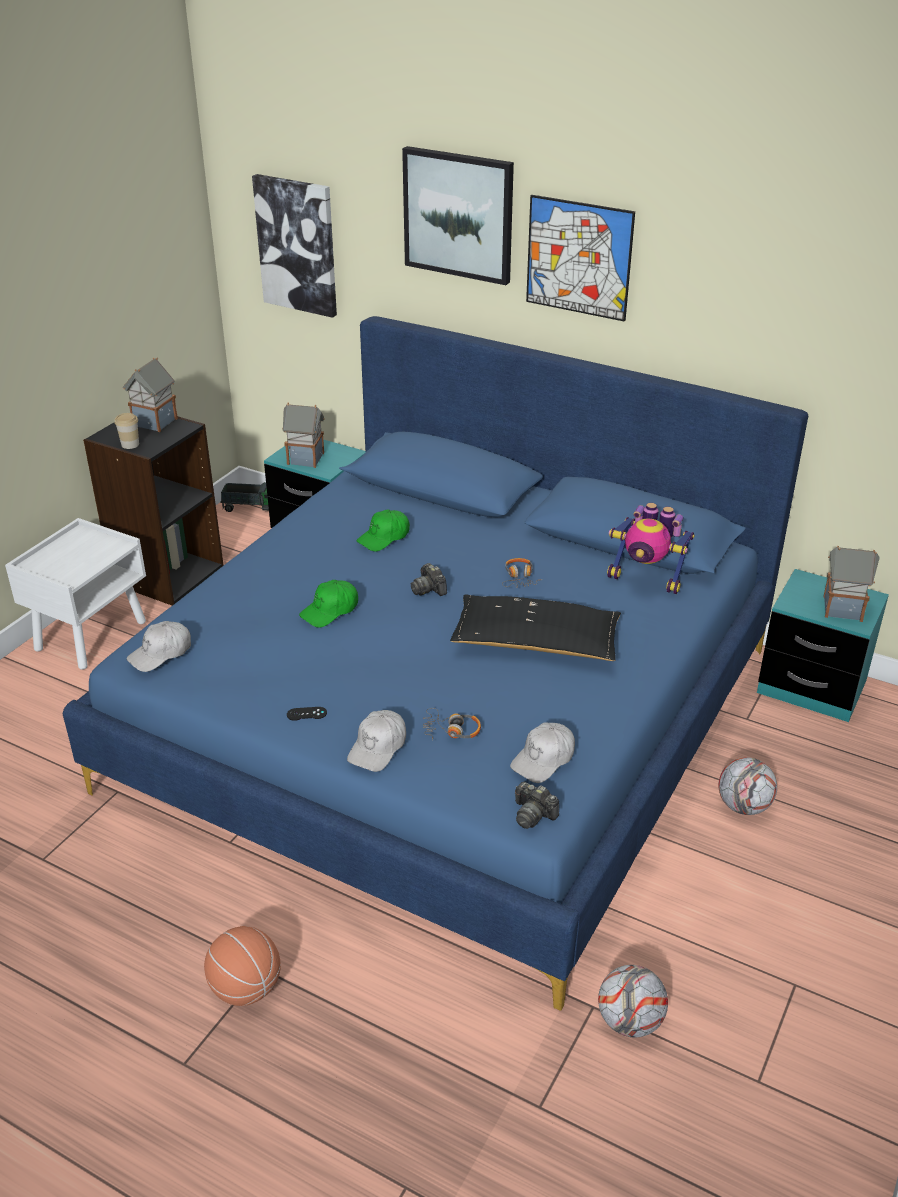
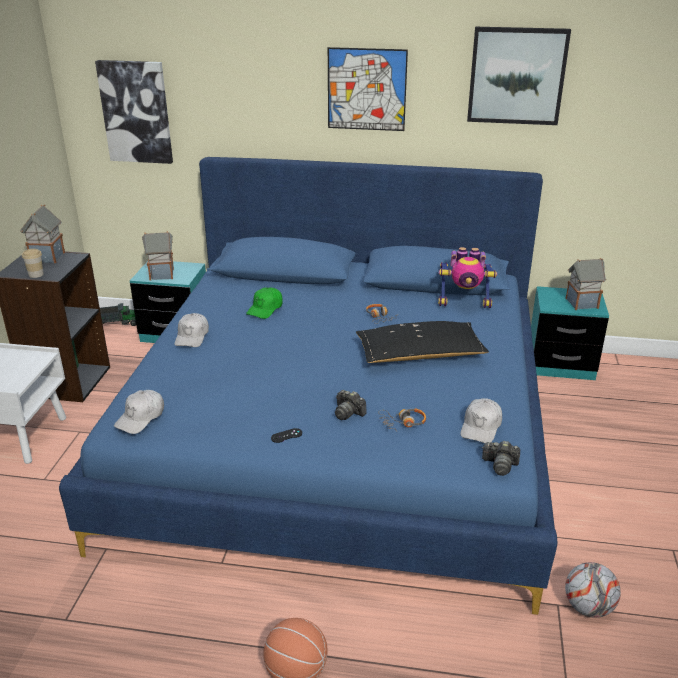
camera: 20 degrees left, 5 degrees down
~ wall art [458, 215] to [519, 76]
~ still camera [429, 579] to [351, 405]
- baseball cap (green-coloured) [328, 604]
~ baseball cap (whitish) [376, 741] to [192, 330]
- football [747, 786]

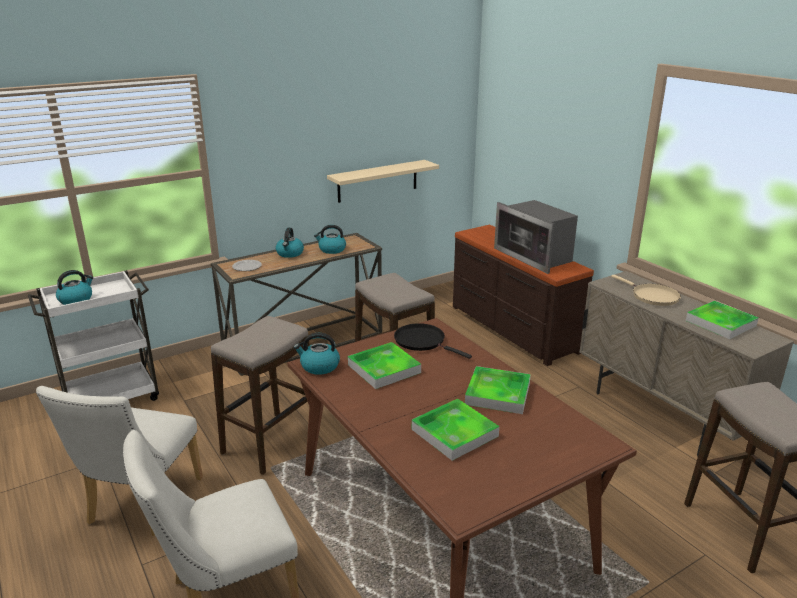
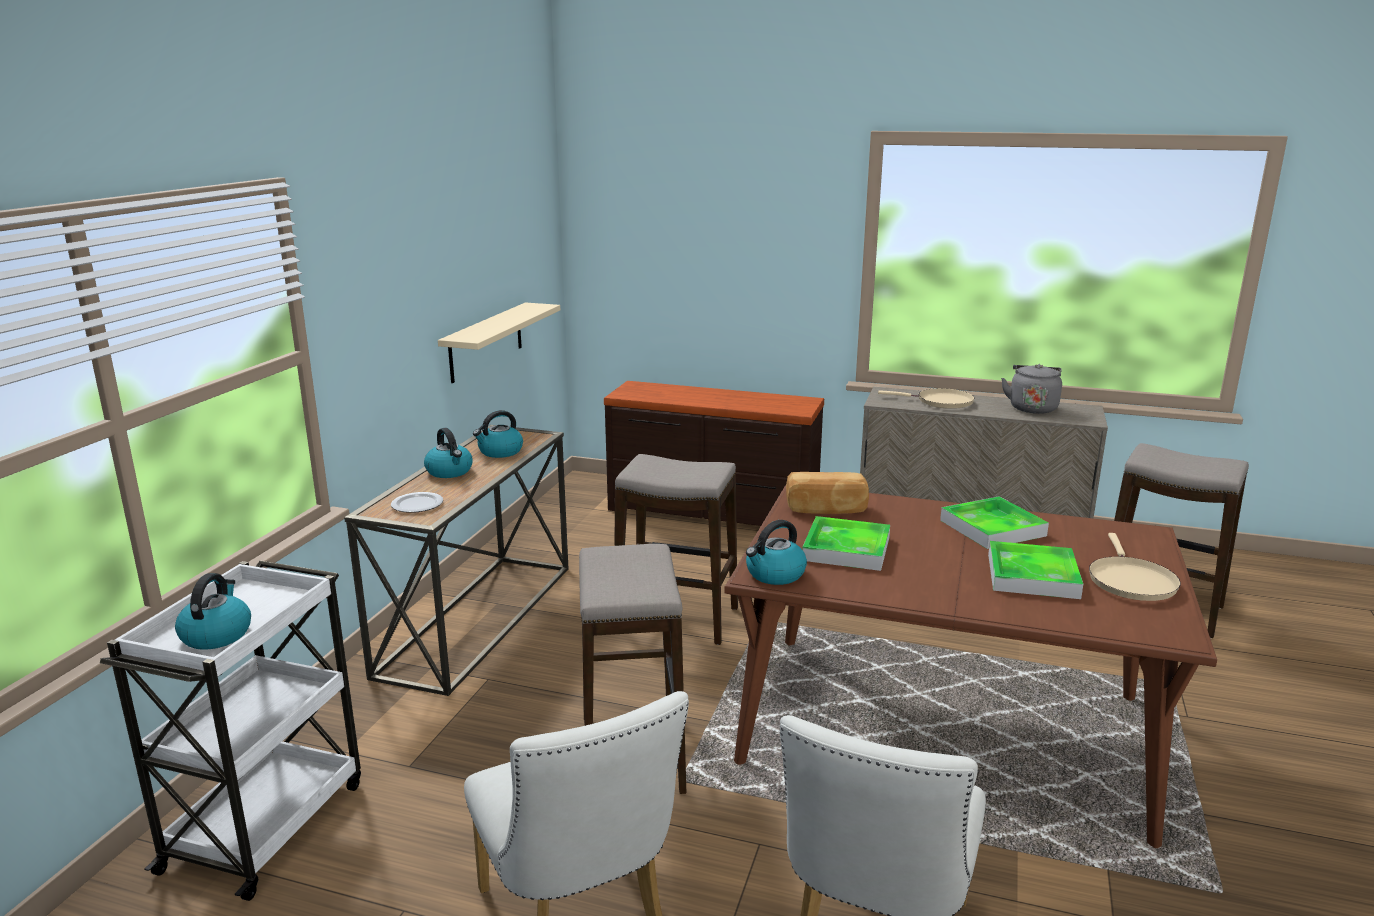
camera: 40 degrees left, 5 degrees down
- kitchen microwave [536, 237]
~ serving tray [722, 320] to water kettle (grey) [1031, 389]
~ skillet (black) [433, 341] to bread [827, 493]
+ skillet (sand-coloured) [1135, 567]

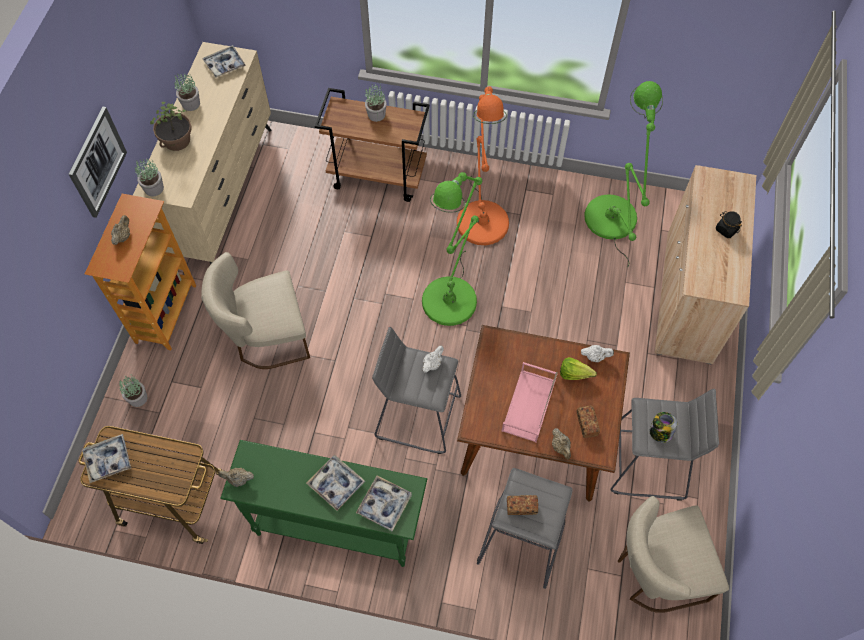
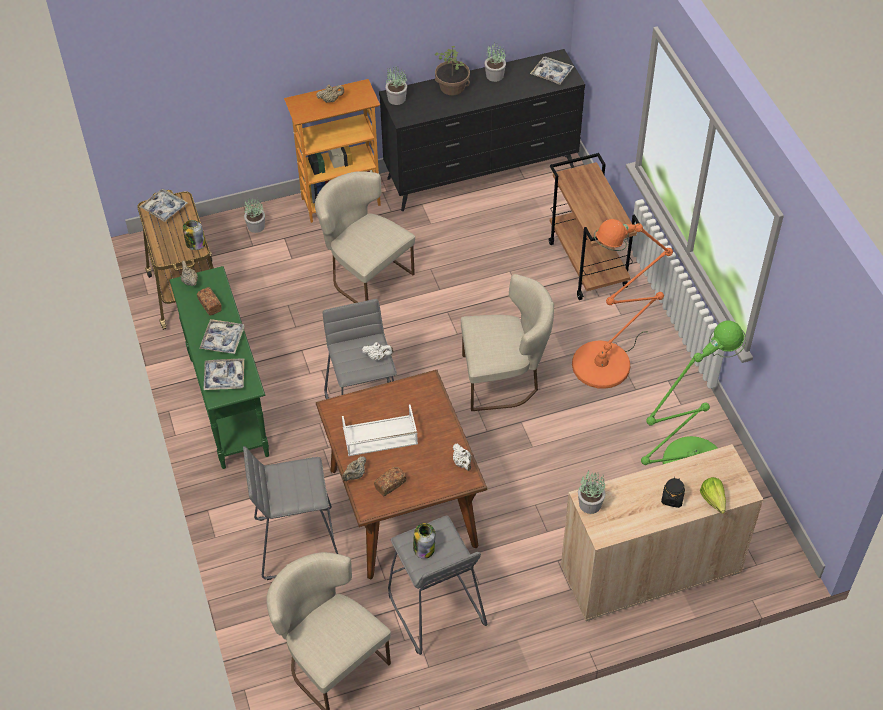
camera: 60 degrees right, 10 degrees down
~ chest of drawers (sand-coloured) [202, 153] to chest of drawers (black) [482, 130]
~ potted plant [376, 102] to [591, 492]
- wall art [98, 162]
~ floor lamp (green-coloured) [452, 249] to plain chair (sand-coloured) [507, 342]
~ lettuce head [578, 368] to [713, 495]
~ serving tray (pink) [530, 402] to serving tray (whitish) [380, 430]
~ bread [522, 505] to [209, 301]
+ jar [194, 235]

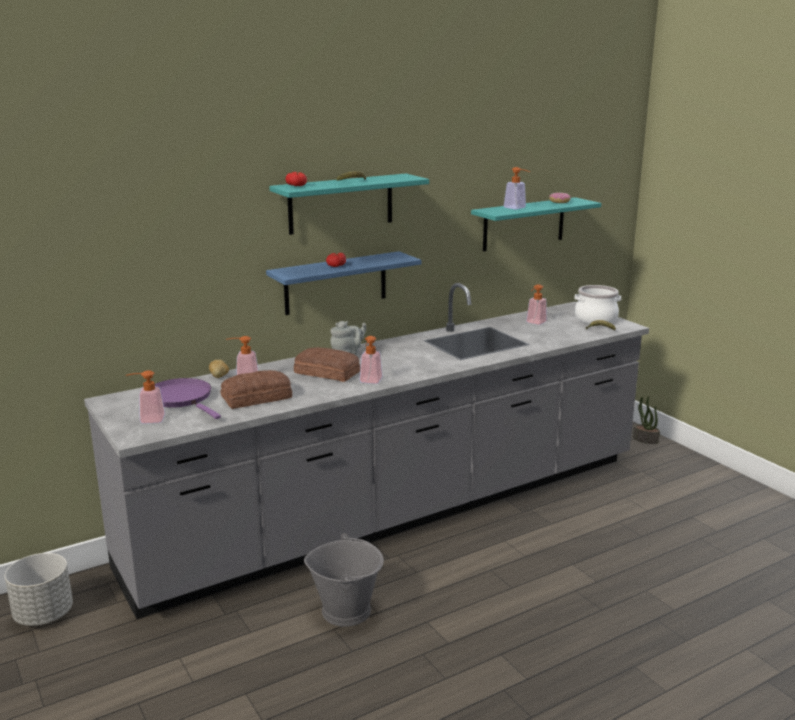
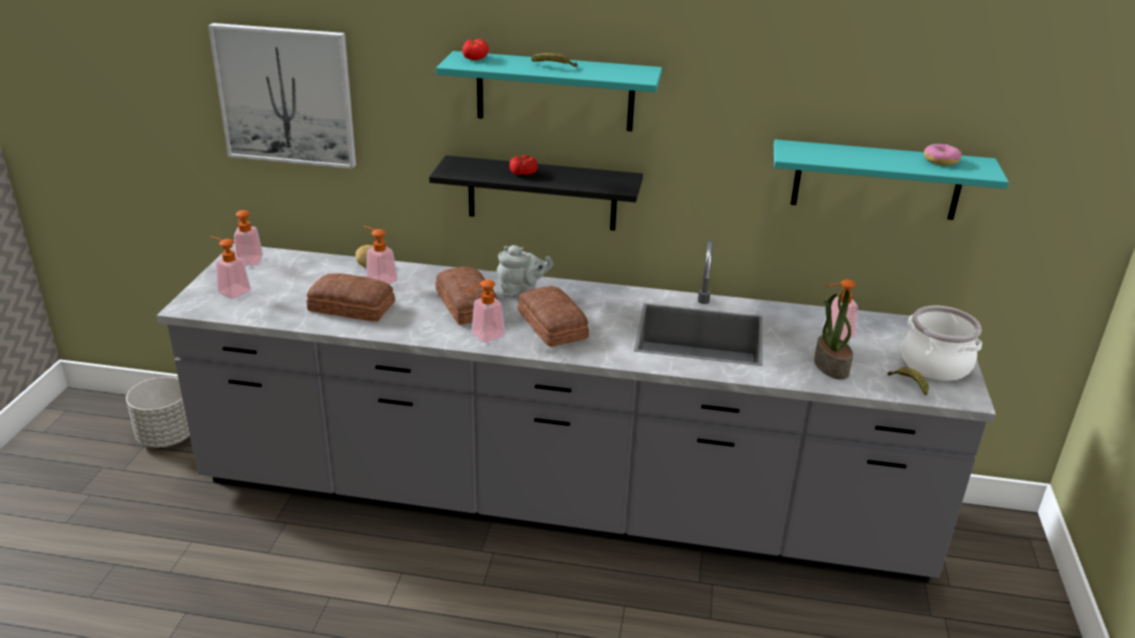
camera: 40 degrees right, 10 degrees up
~ liquid soap bottle [517, 188] to [248, 238]
~ wall shelf (blue-coloured) [344, 283] to wall shelf (black) [536, 193]
- skillet (purple) [188, 398]
~ potted plant [646, 420] to [833, 334]
- bucket (grey) [344, 580]
+ wall art [282, 96]
+ bread [553, 316]

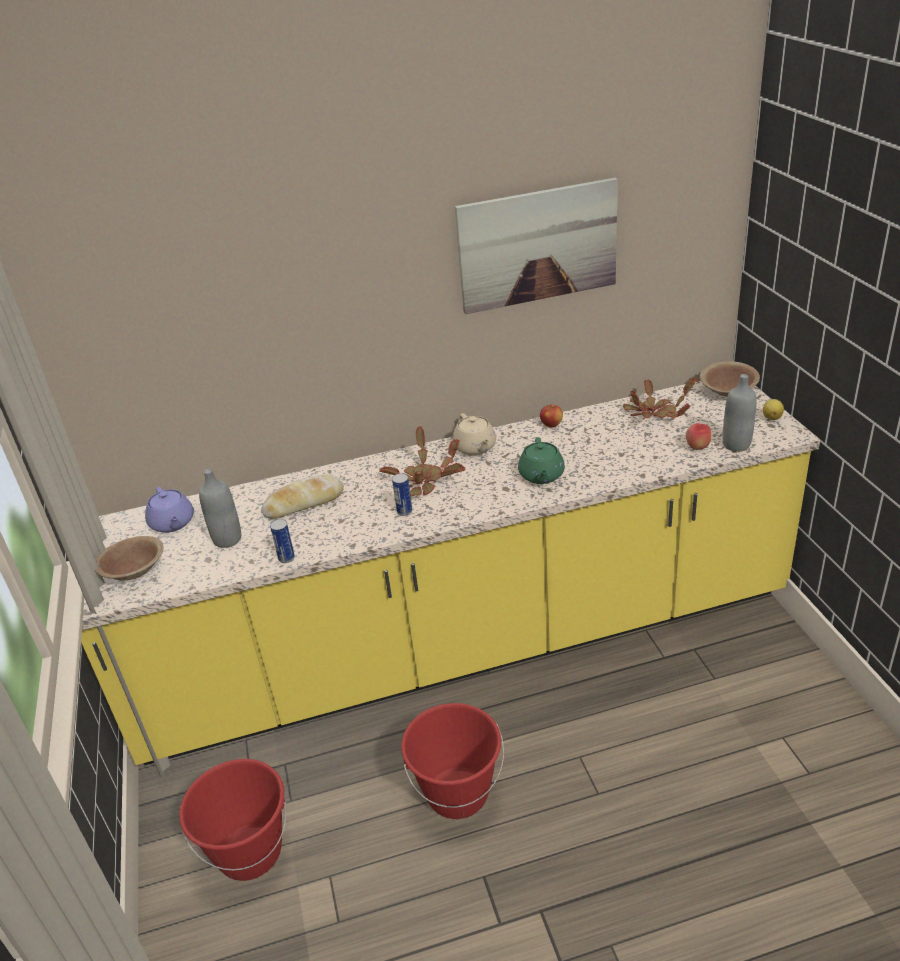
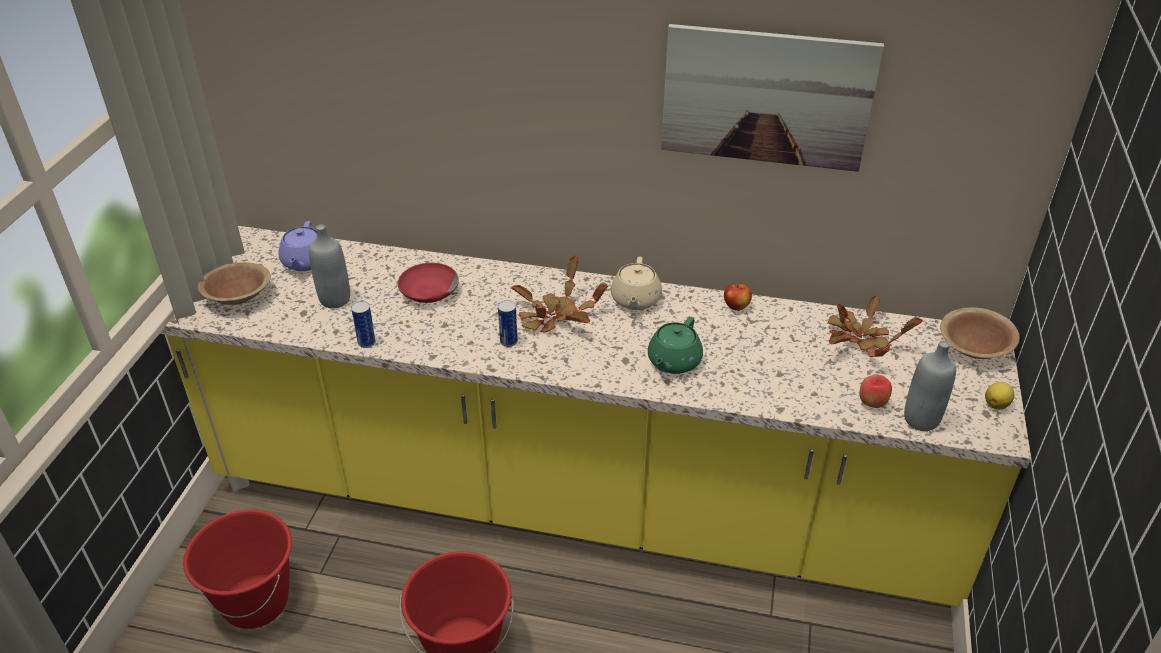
camera: 25 degrees right, 5 degrees up
~ bread [303, 497] to serving bowl (red-coloured) [428, 283]

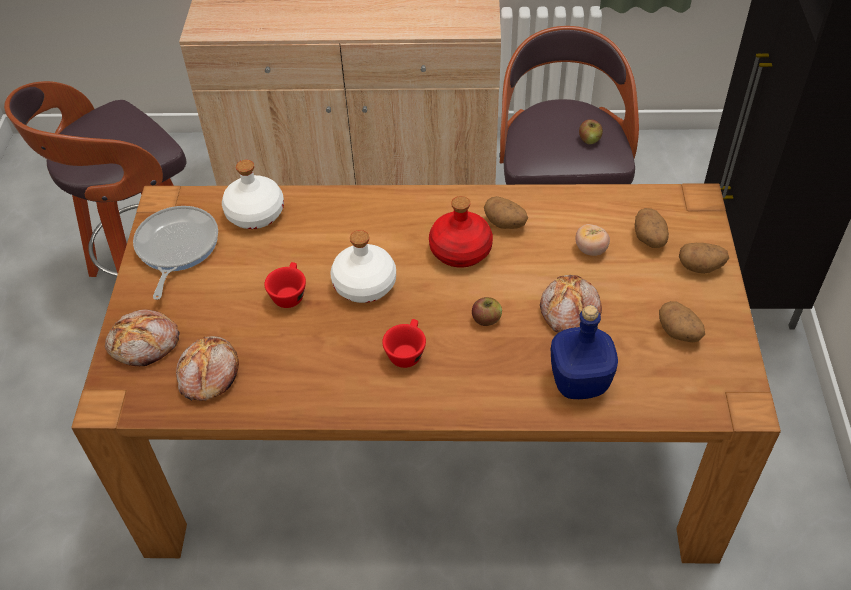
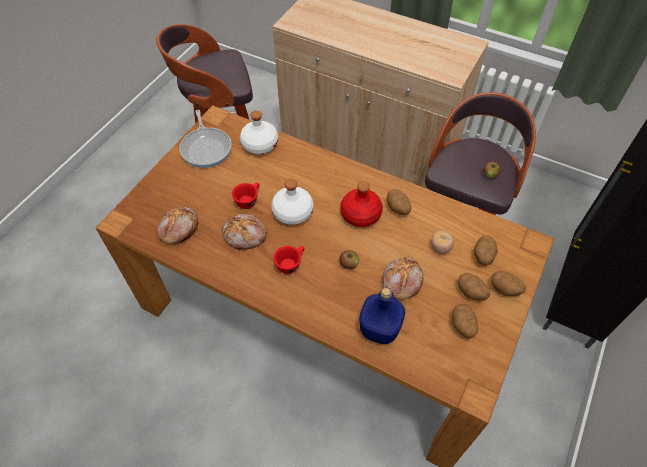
camera: 25 degrees right, 5 degrees up
~ skillet [175, 253] = [205, 139] 135 degrees clockwise
~ bread [142, 338] to [244, 232]
+ whole potato [474, 287]

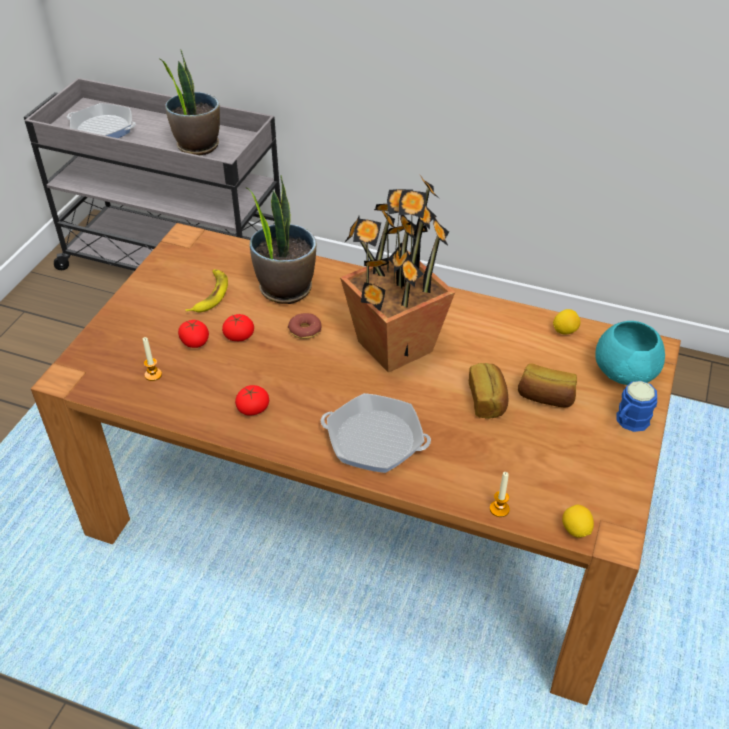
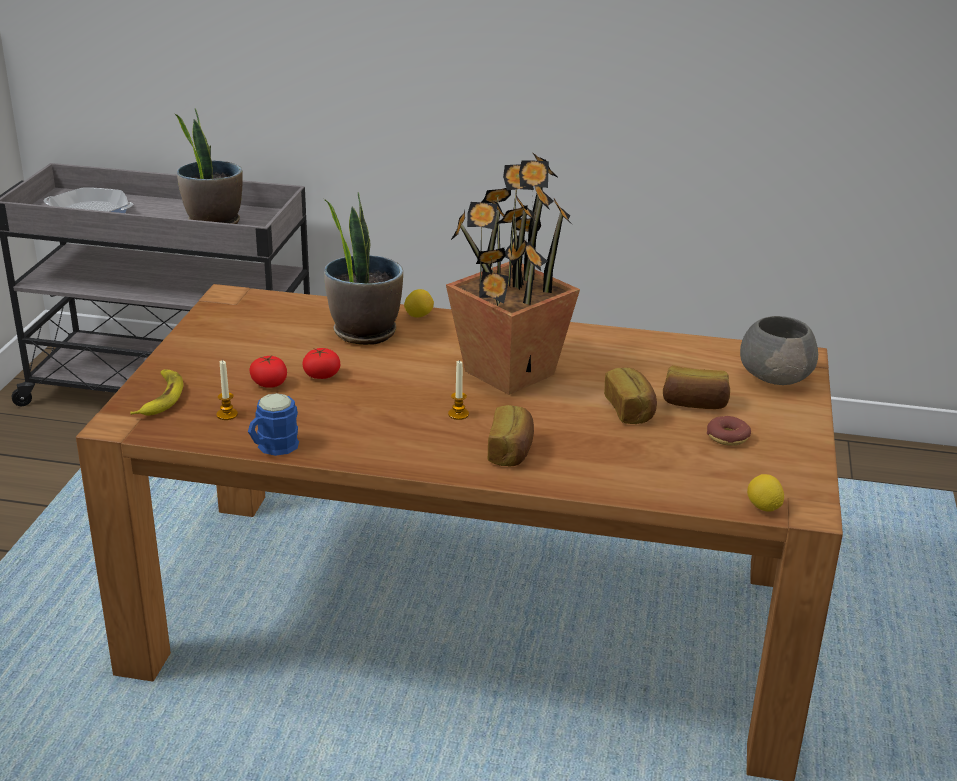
camera: 10 degrees left, 15 degrees down
~ banana [207, 291] to [156, 393]
~ lemon [567, 322] to [419, 303]
~ donut [305, 326] to [729, 431]
~ serving bowl (turquoise) [630, 353] to serving bowl (grey) [779, 350]
~ coffee mug (blue-coloured) [636, 406] to [273, 424]
- fresh tomato [252, 400]
~ skillet [376, 433] to bread [511, 436]
~ wax candle [500, 494] to [458, 390]

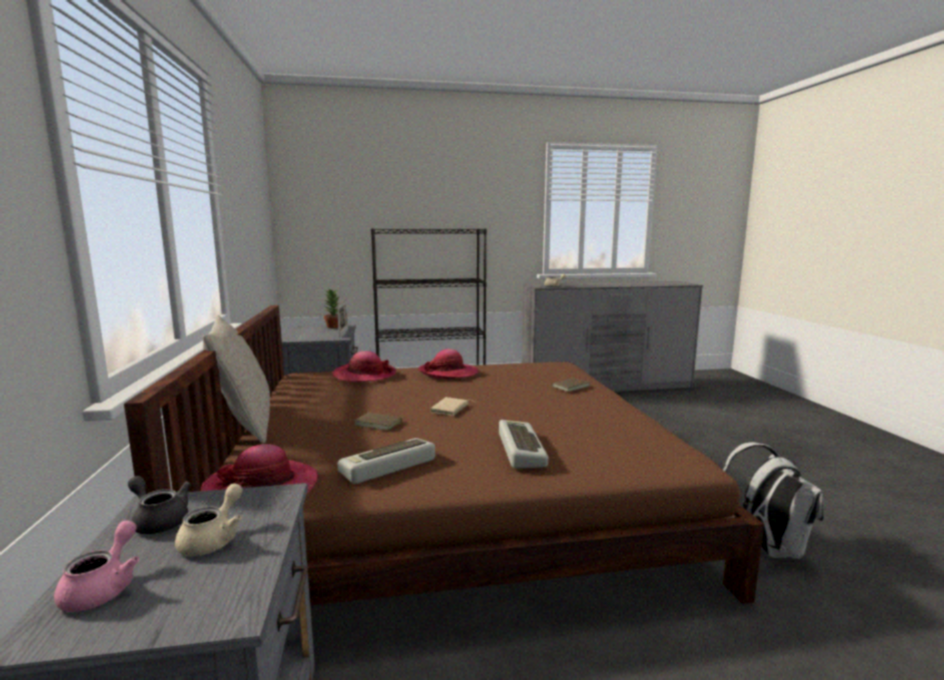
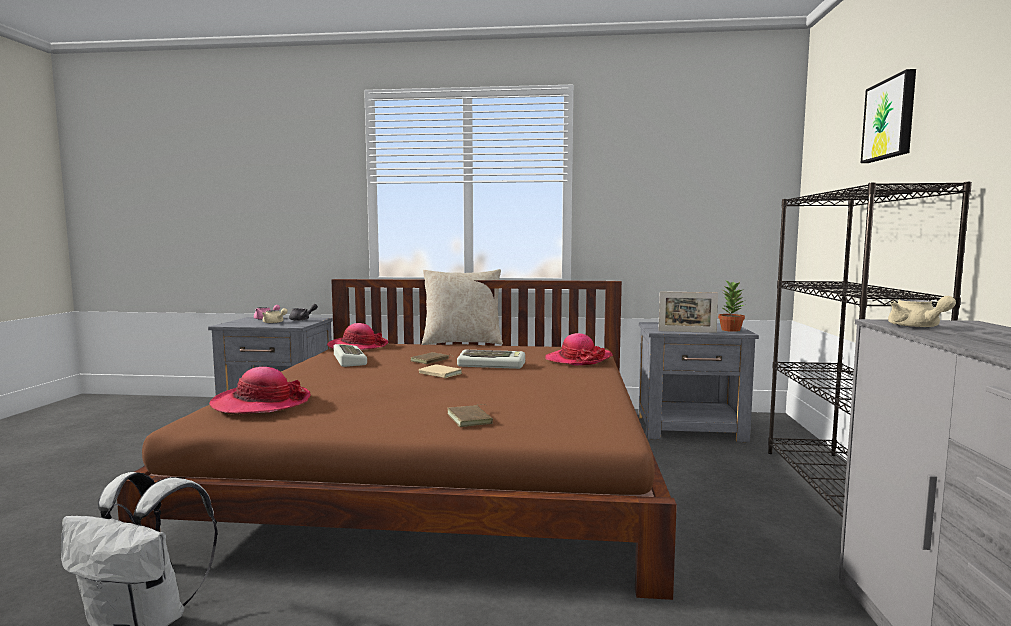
camera: 105 degrees right, 5 degrees down
~ clothing hat [448, 364] to [260, 390]
~ computer keyboard [523, 444] to [491, 359]
+ wall art [888, 116]

